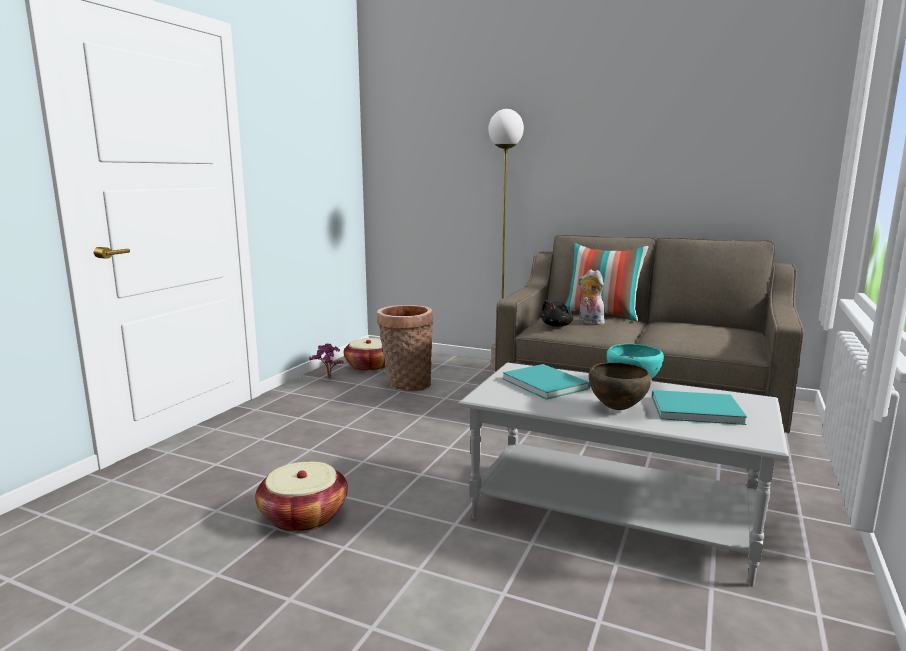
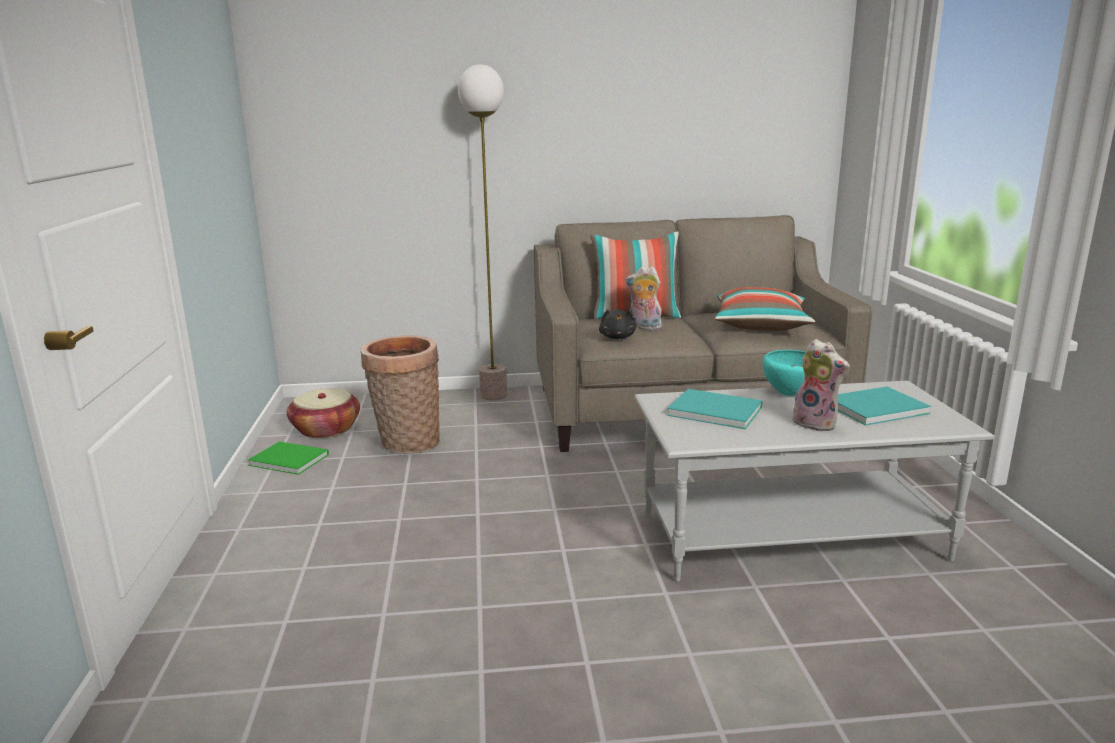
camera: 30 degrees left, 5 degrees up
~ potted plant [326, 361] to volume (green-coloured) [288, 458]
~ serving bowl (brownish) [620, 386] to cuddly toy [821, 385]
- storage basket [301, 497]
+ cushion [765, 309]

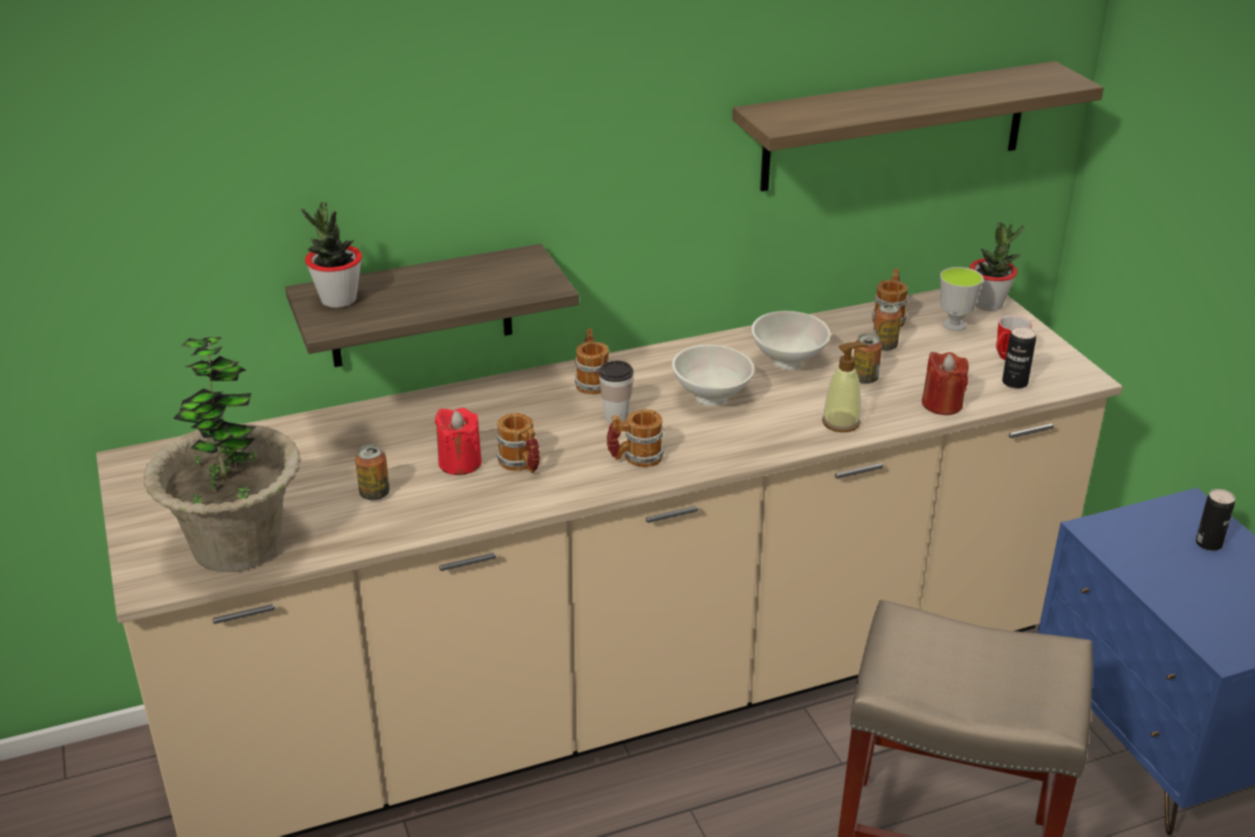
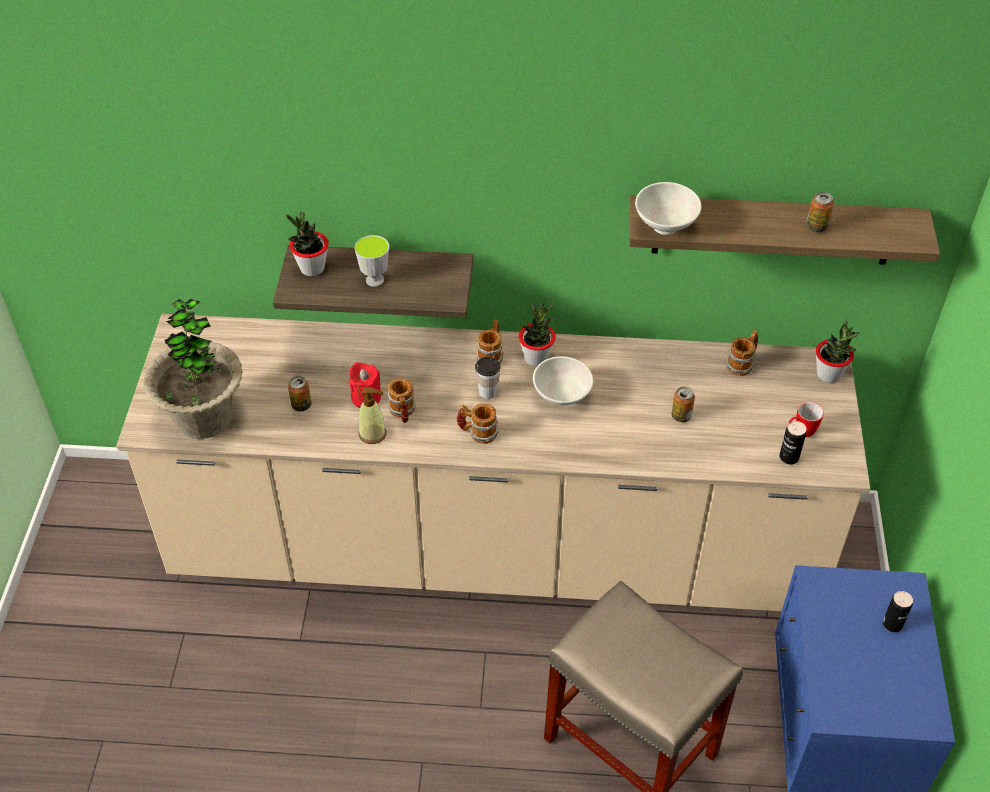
camera: 25 degrees right, 15 degrees up
~ drinking cup [961, 299] to [372, 261]
~ sealed can [887, 326] to [820, 212]
~ serving bowl (whitish) [791, 340] to [668, 208]
~ liquid soap bottle [845, 387] to [372, 415]
- wax candle (red-coloured) [945, 383]
+ potted plant [537, 334]

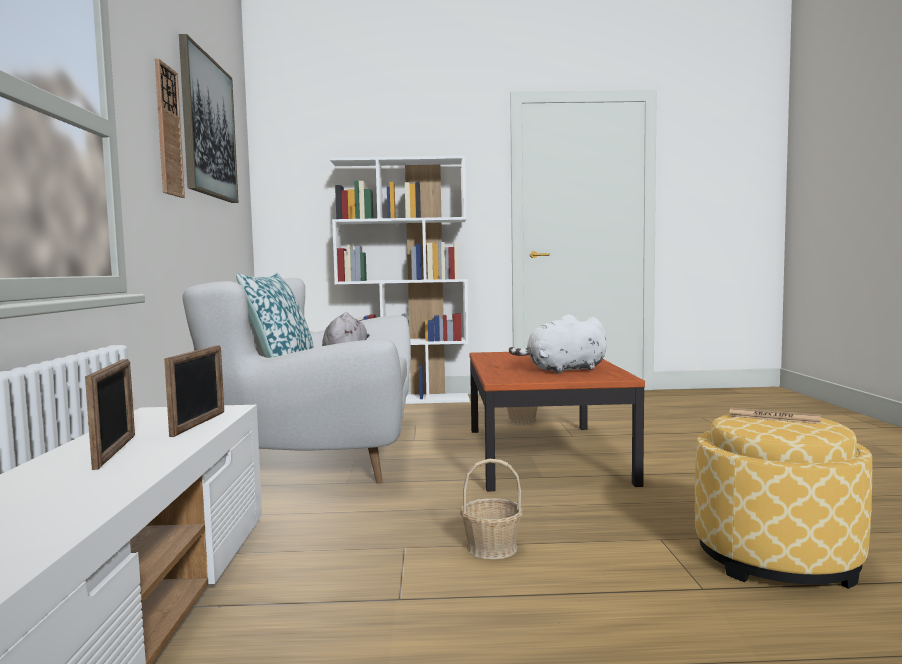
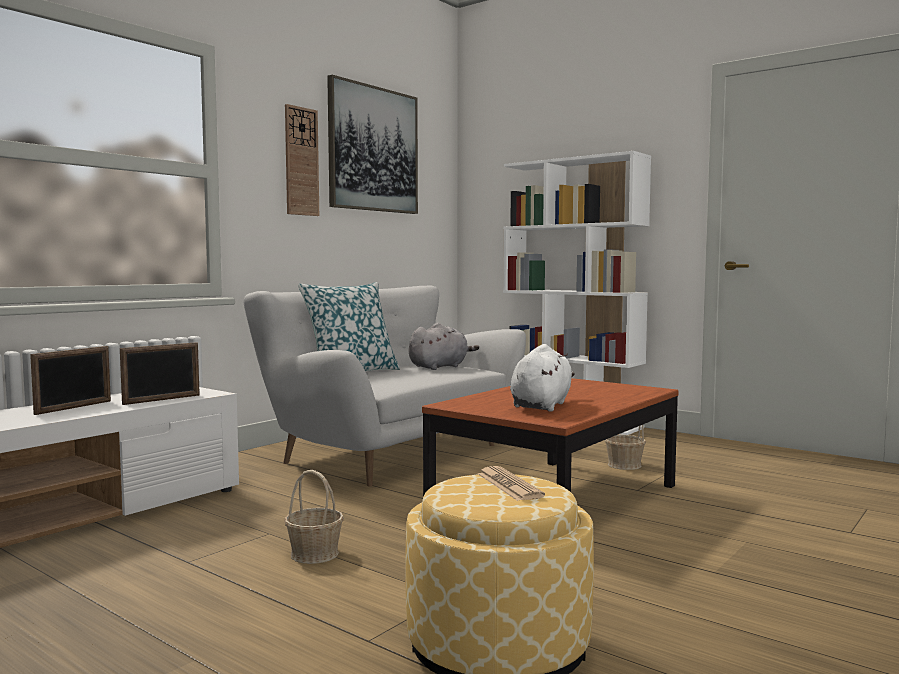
camera: 40 degrees right, 0 degrees up
~ cuddly toy (whitish) [557, 344] = [542, 378] 90 degrees clockwise

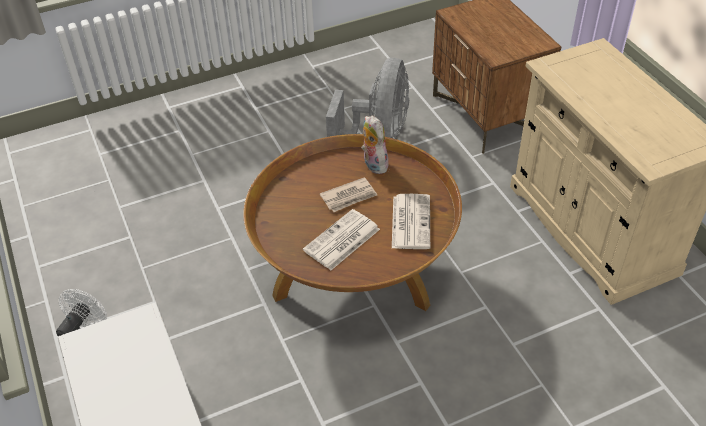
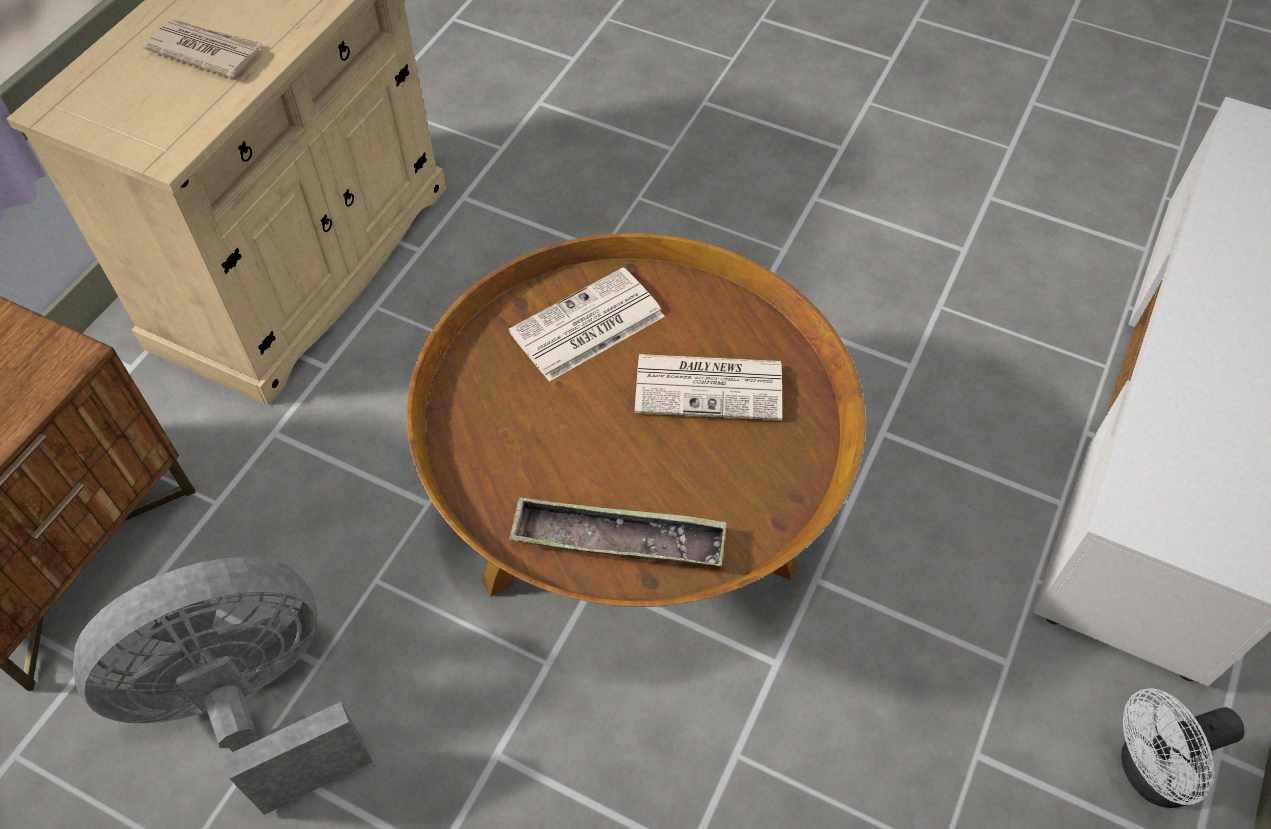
camera: 130 degrees left, 10 degrees up
- cuddly toy [375, 144]
~ daily paper [348, 194] to [202, 49]
+ serving tray [617, 531]

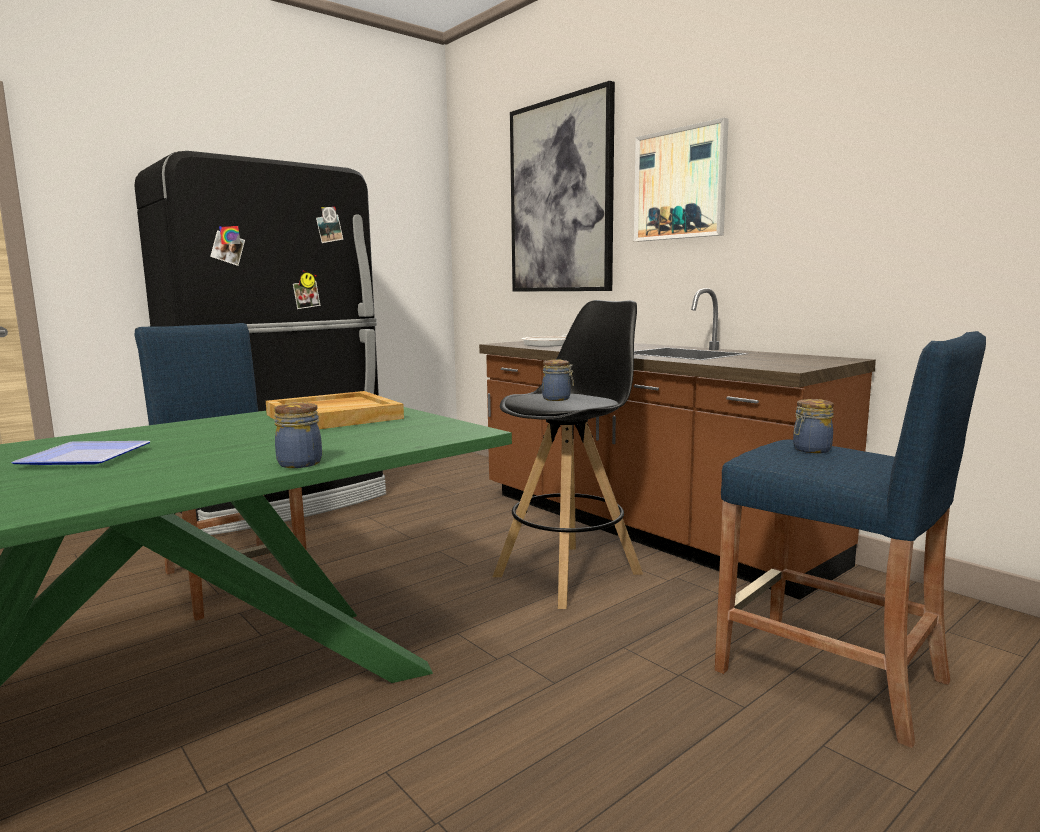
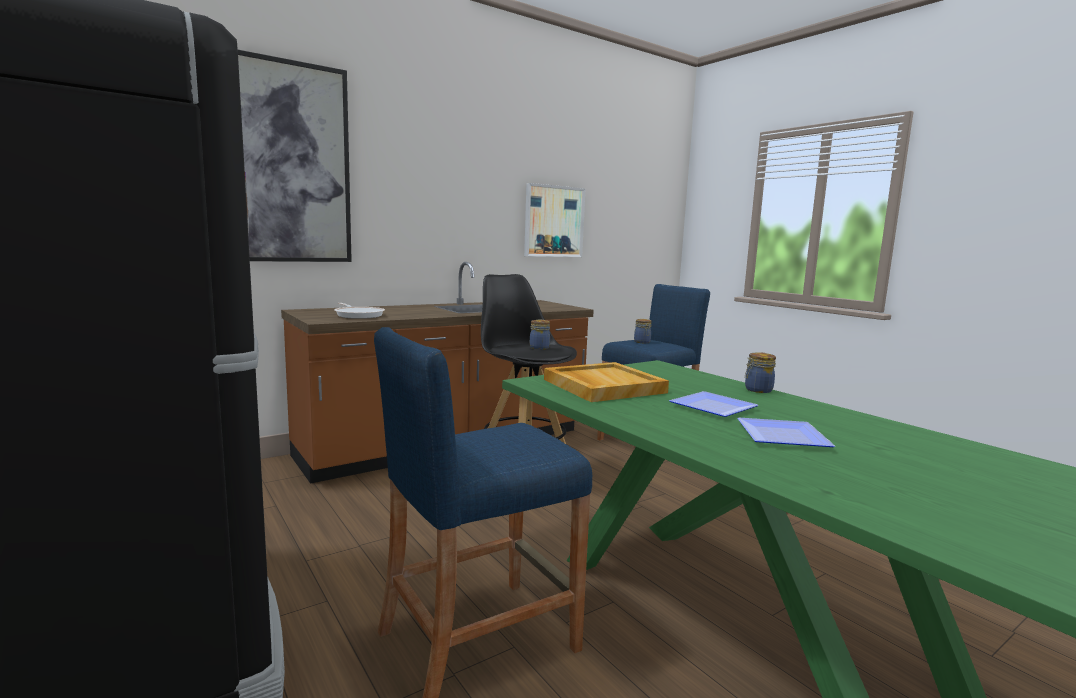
camera: 85 degrees left, 0 degrees up
~ wall art [681, 179] to [554, 220]
+ dinner plate [713, 404]

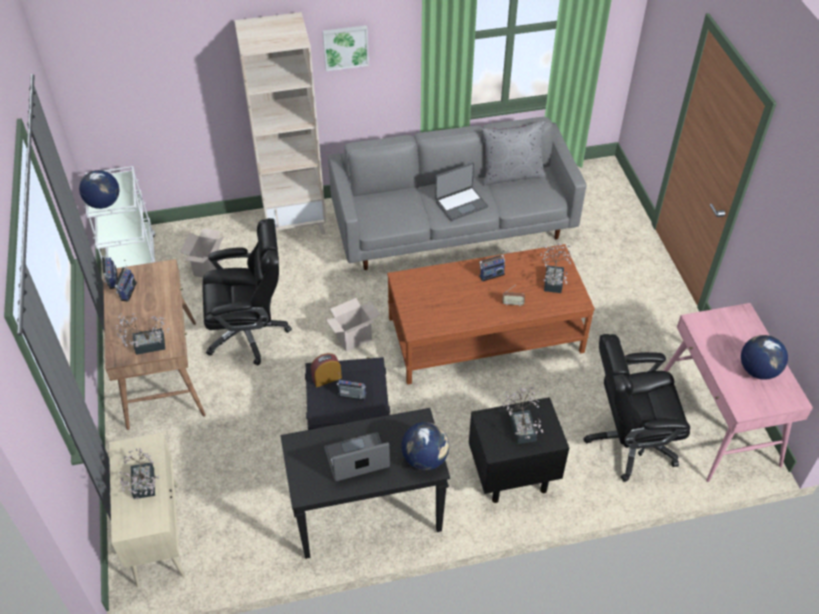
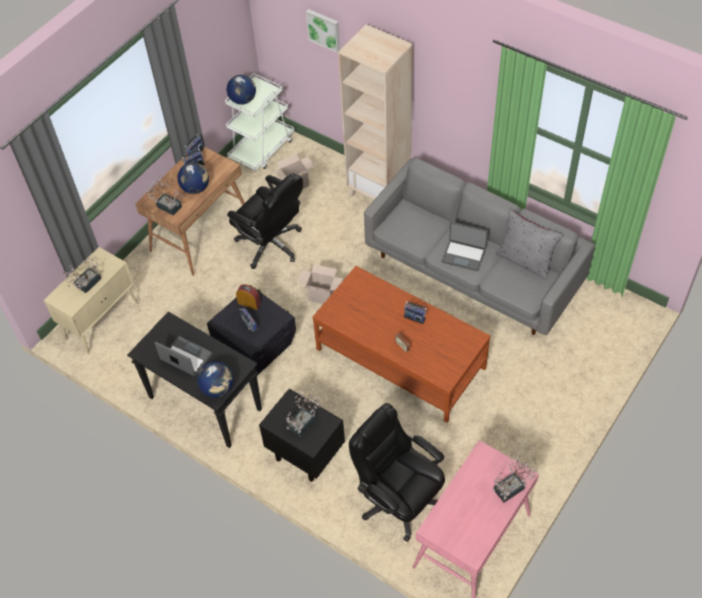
camera: 50 degrees right, 5 degrees up
~ wall art [345, 48] to [323, 31]
~ potted plant [555, 268] to [514, 478]
~ globe [764, 357] to [193, 178]

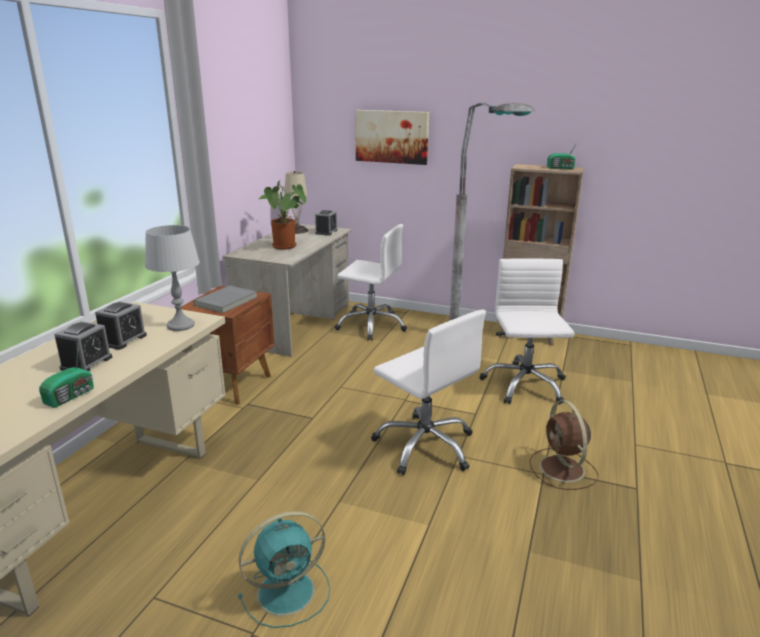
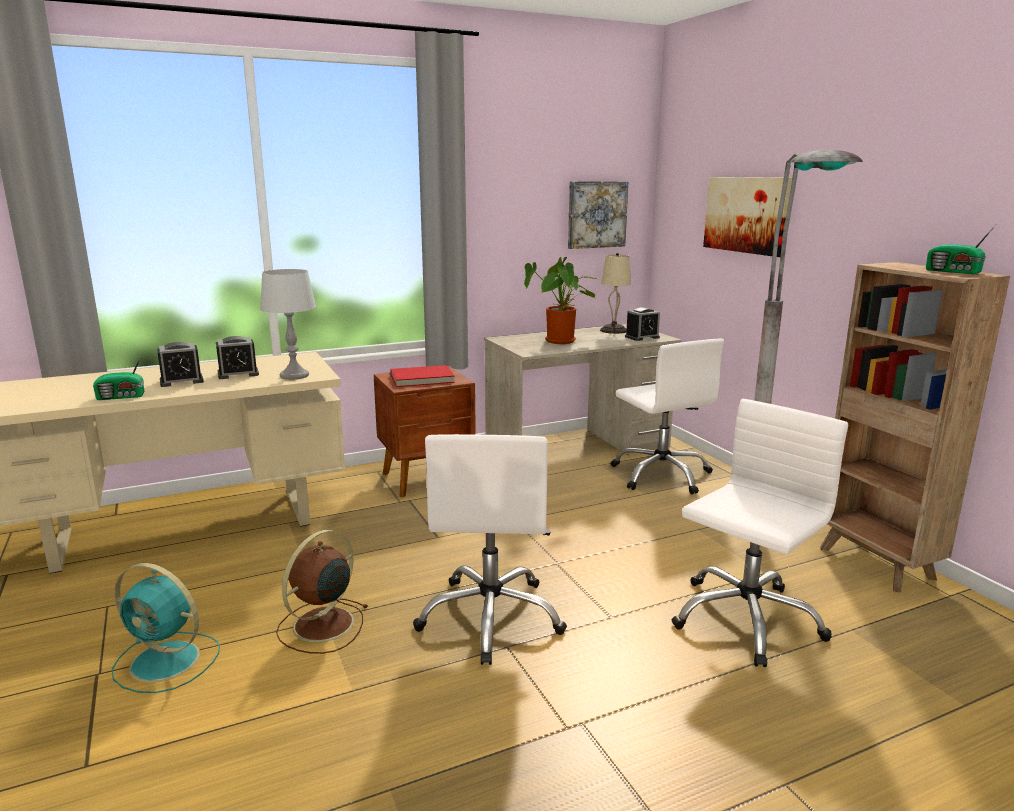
camera: 45 degrees right, 5 degrees down
~ volume (grey) [225, 299] to volume (red-coloured) [423, 376]
~ cooling fan (brownish) [564, 445] to [322, 592]
+ wall art [598, 215]

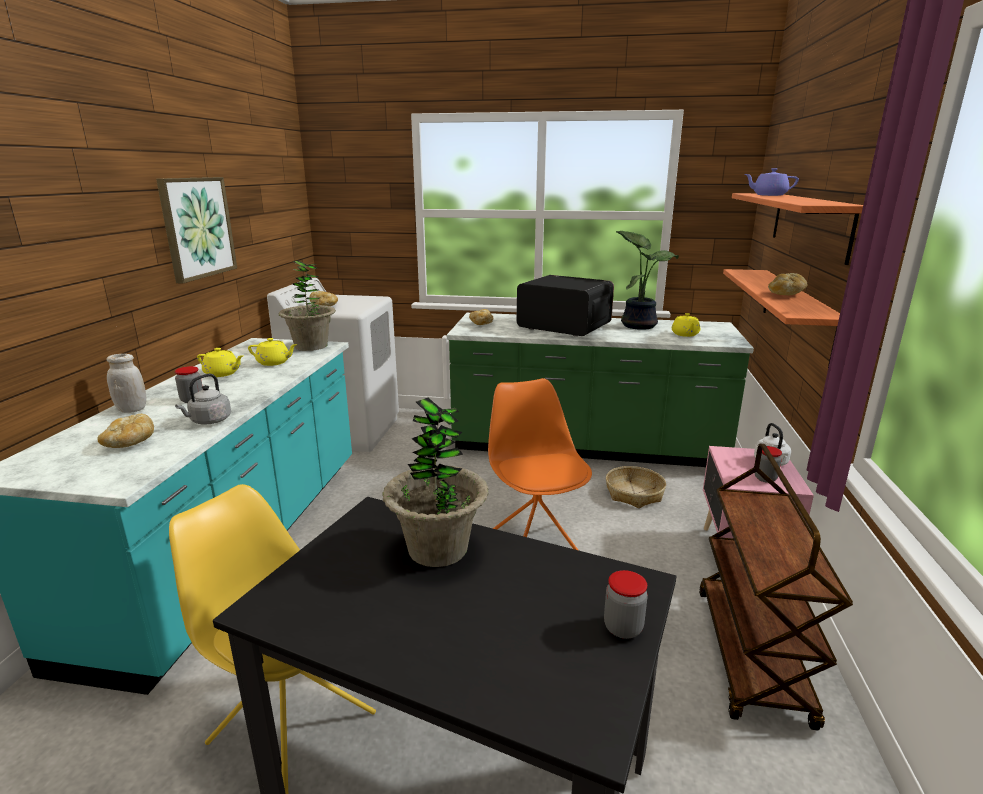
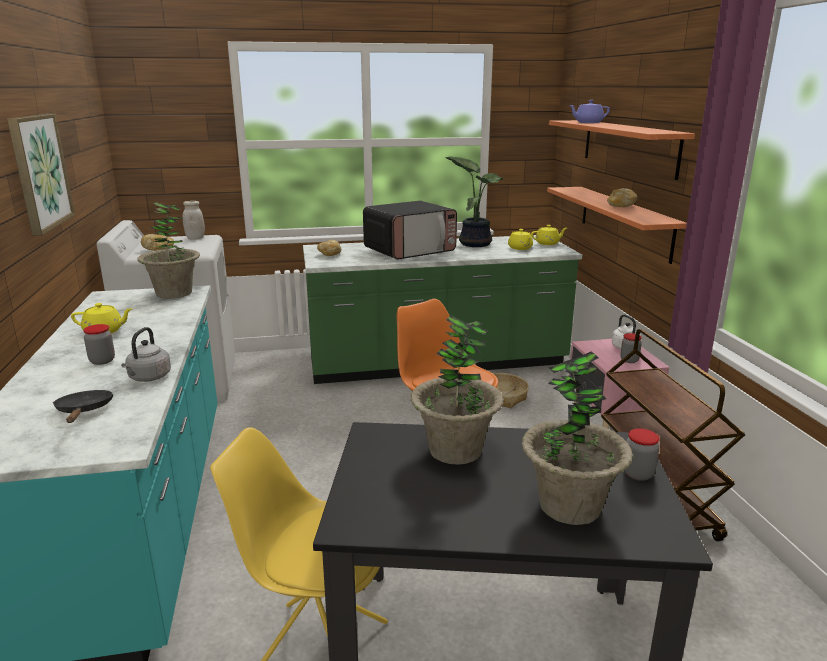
camera: 20 degrees left, 0 degrees up
~ kitchen microwave [565, 306] = [410, 230] 135 degrees clockwise
~ pot for tea (yellow-coloured) [272, 352] to [549, 235]
~ jar (whitish) [126, 383] to [194, 220]
~ bread [125, 431] to skillet (black) [83, 406]
+ potted plant [577, 438]

